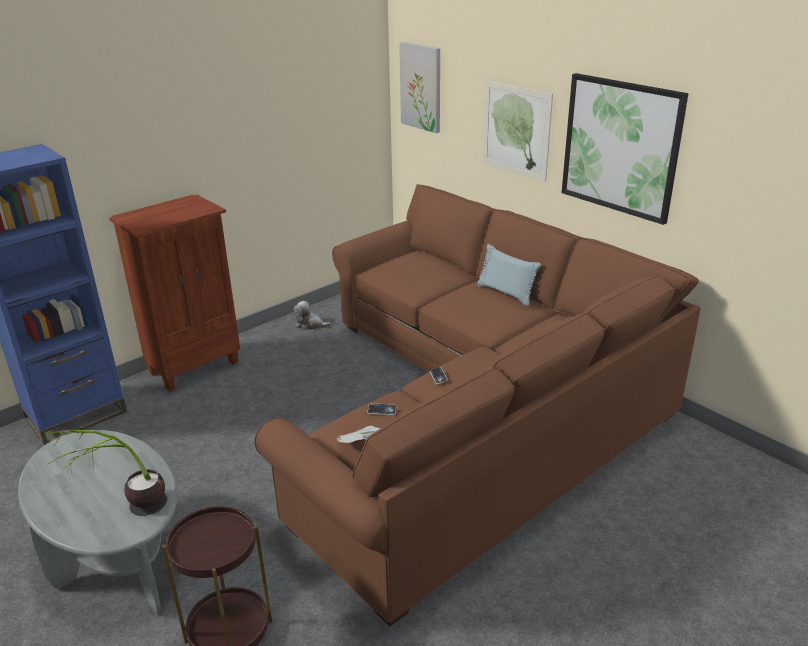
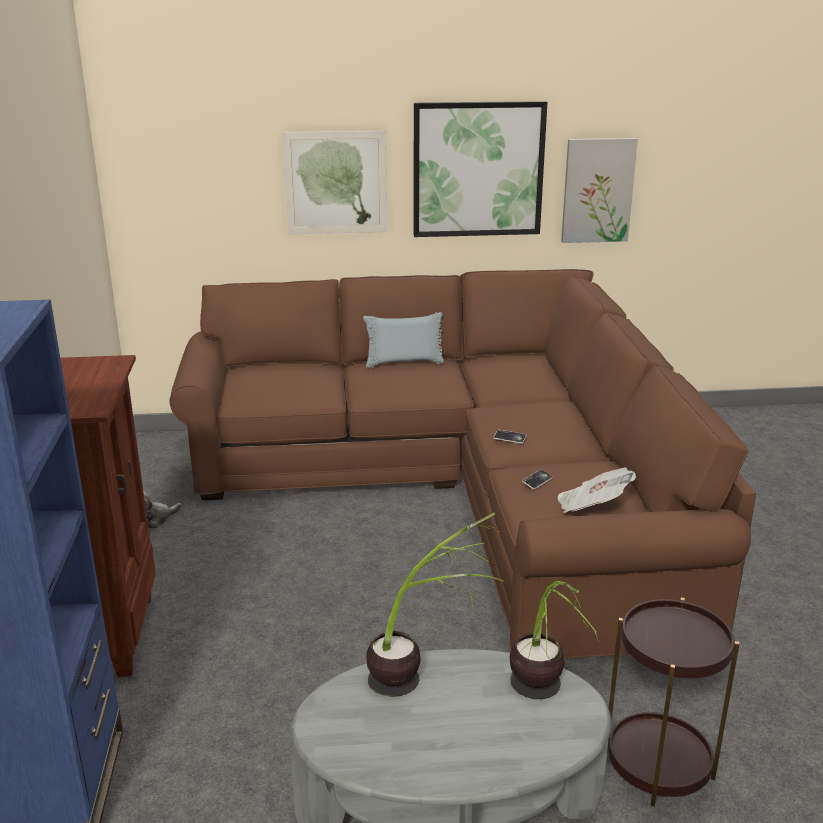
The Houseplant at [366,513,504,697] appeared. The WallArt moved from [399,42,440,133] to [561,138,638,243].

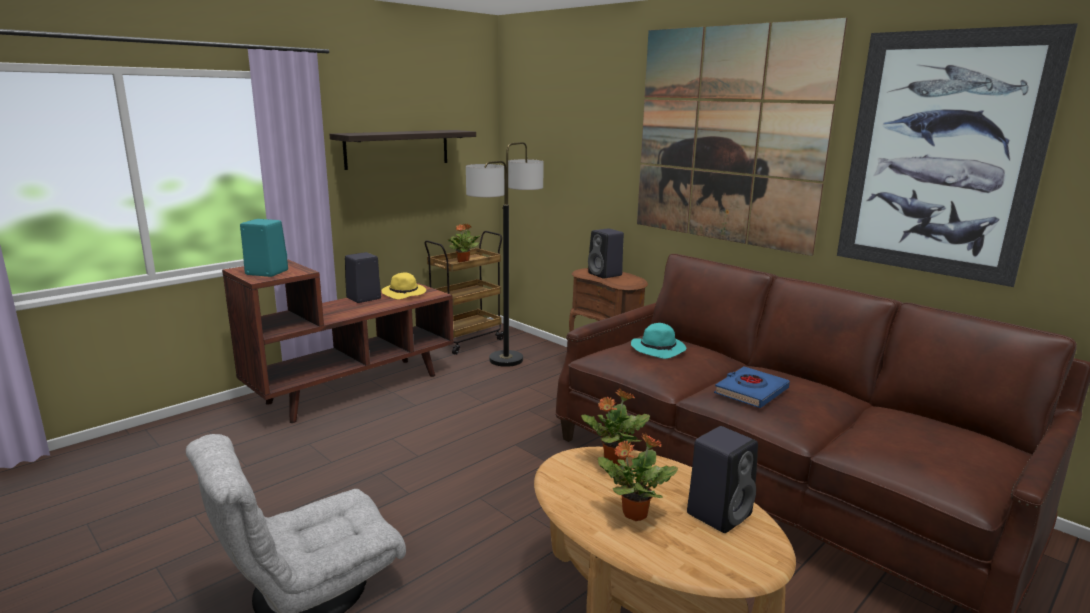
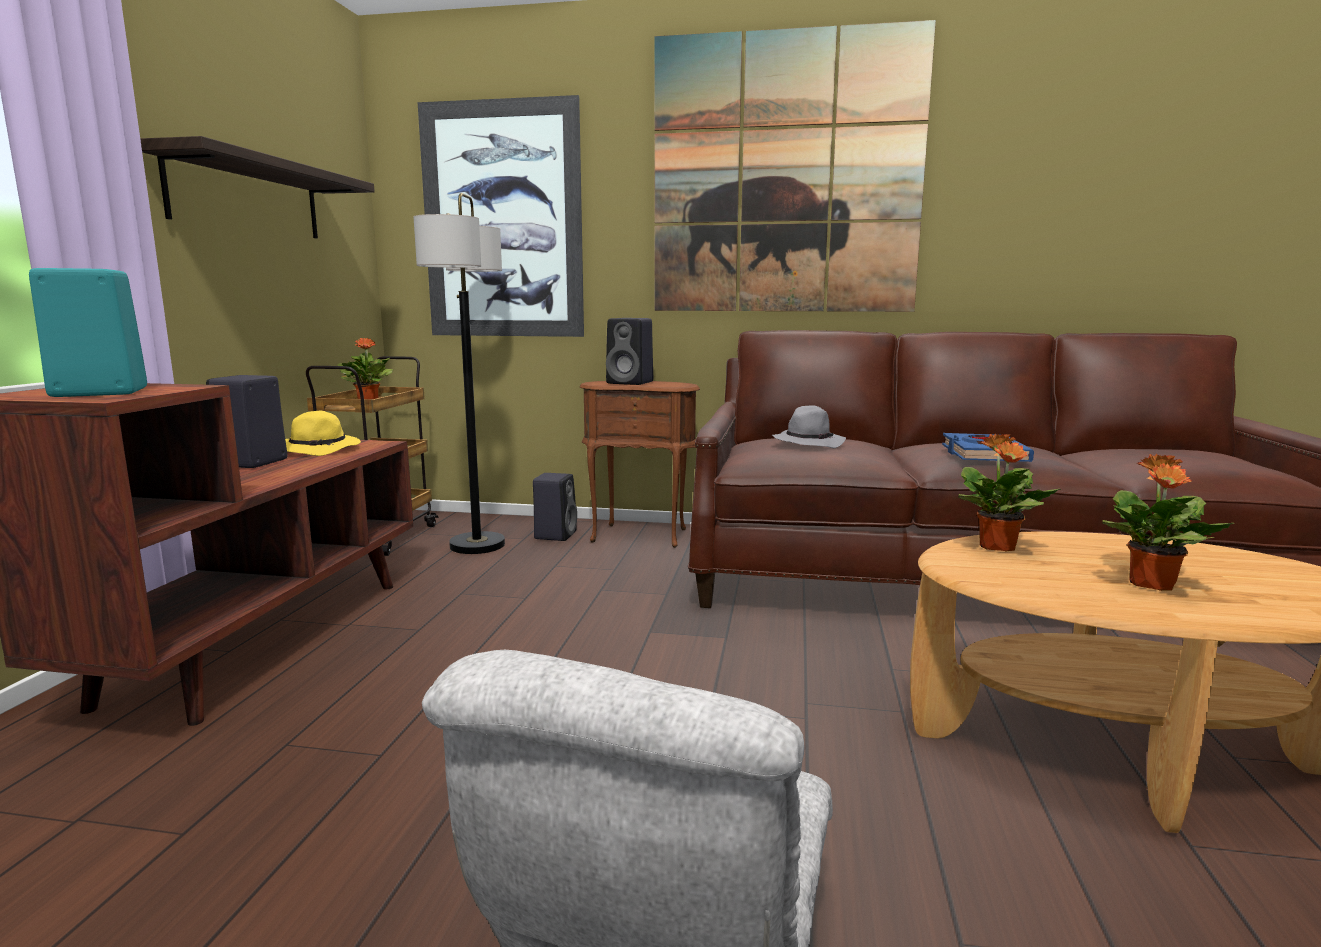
The BlackishSpeaker moved from [687,426,758,533] to [533,473,577,541]. The WallArt moved from [837,23,1078,287] to [418,95,584,337]. The BlueGreenWearableHat at [631,323,686,359] became the GrayWearableHat at [772,405,846,448].

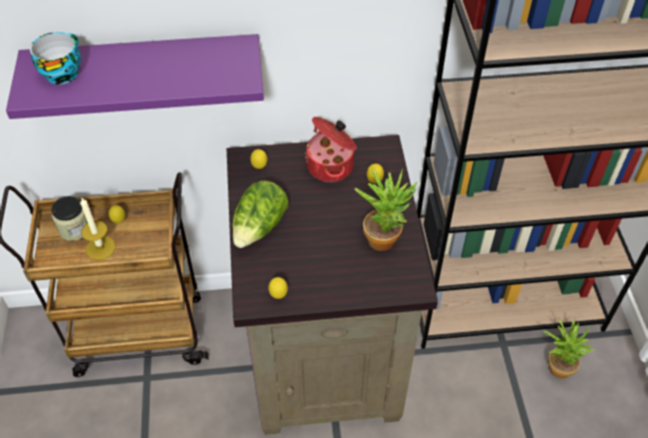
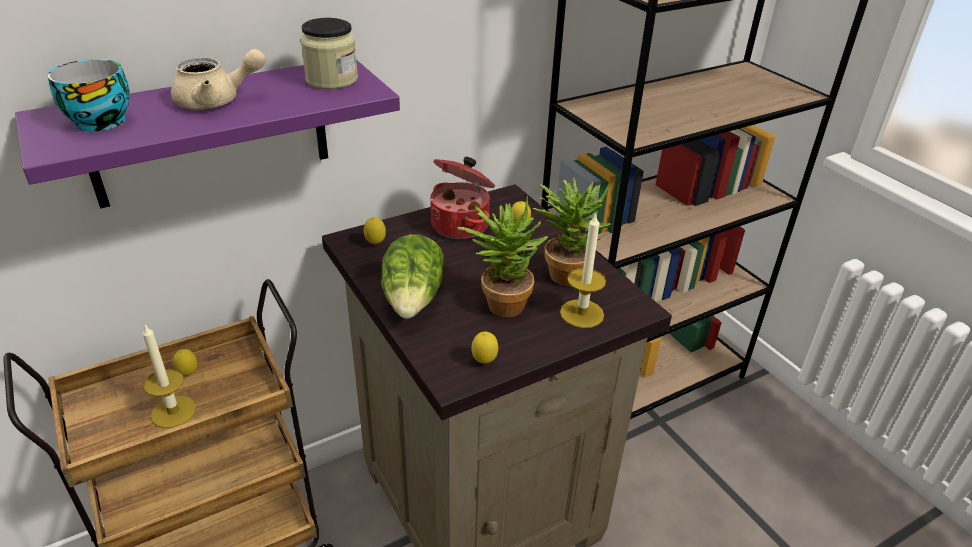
The BeigeTeapot at [171,49,266,110] appeared. The Candle at [560,213,606,328] appeared. The Jar moved from [52,196,88,241] to [301,18,358,90]. The Houseplant moved from [544,317,594,379] to [457,196,548,317].

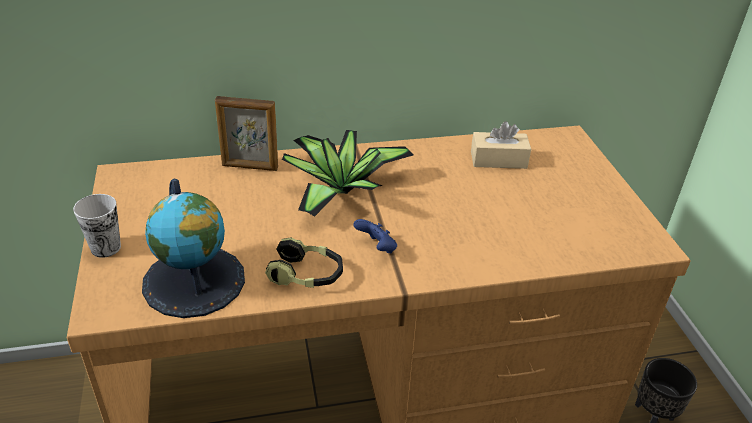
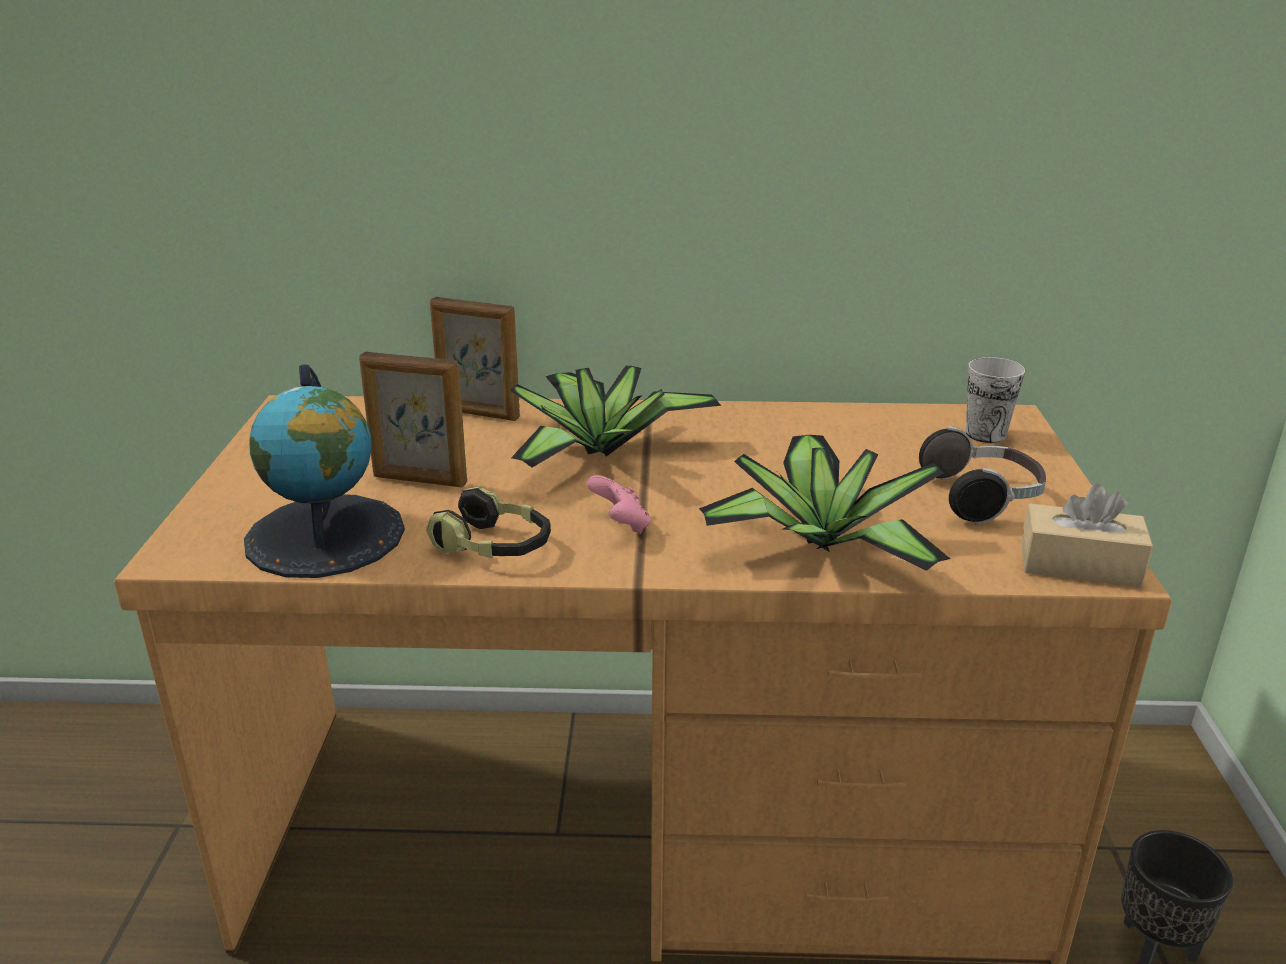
The PictureFrame at [359,351,467,488] appeared. The Houseplant at [699,435,950,571] appeared. The Headset at [919,426,1046,525] appeared. The Cup moved from [73,194,121,258] to [966,357,1025,443]. The BeigeTissueBox moved from [471,121,531,169] to [1021,483,1153,587]. The BluishJoypad at [353,219,397,253] became the PinkJoypad at [587,475,651,534].

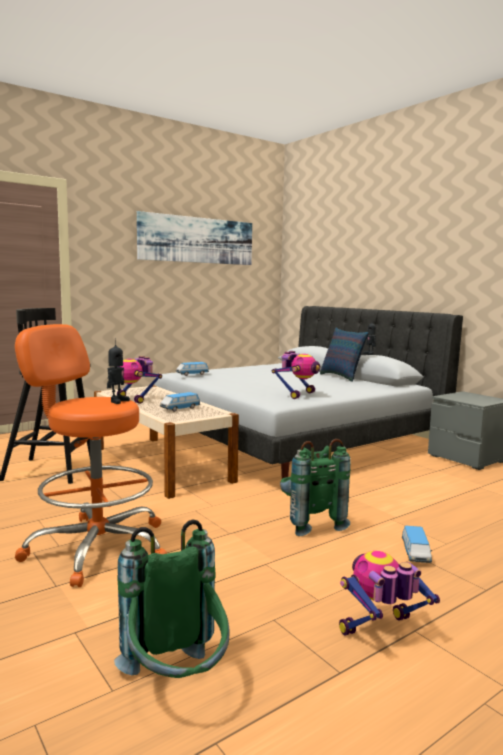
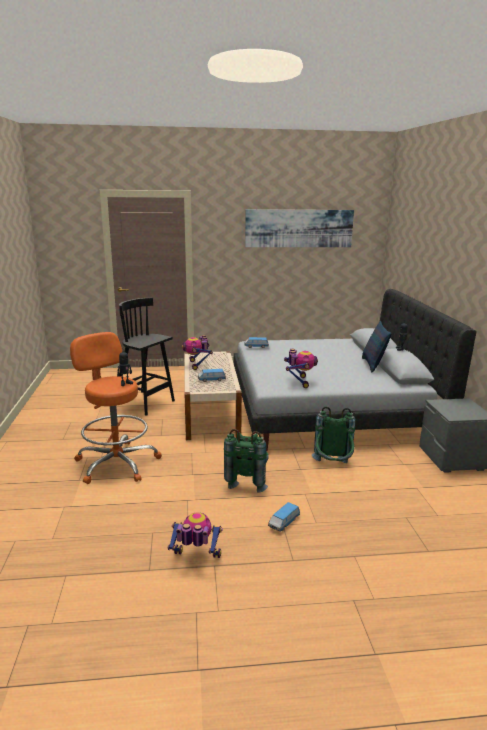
The GreenColouredRucksack moved from [114,519,229,678] to [312,406,355,463]. The RobotFigure at [272,351,320,399] turned 60 degrees counterclockwise.

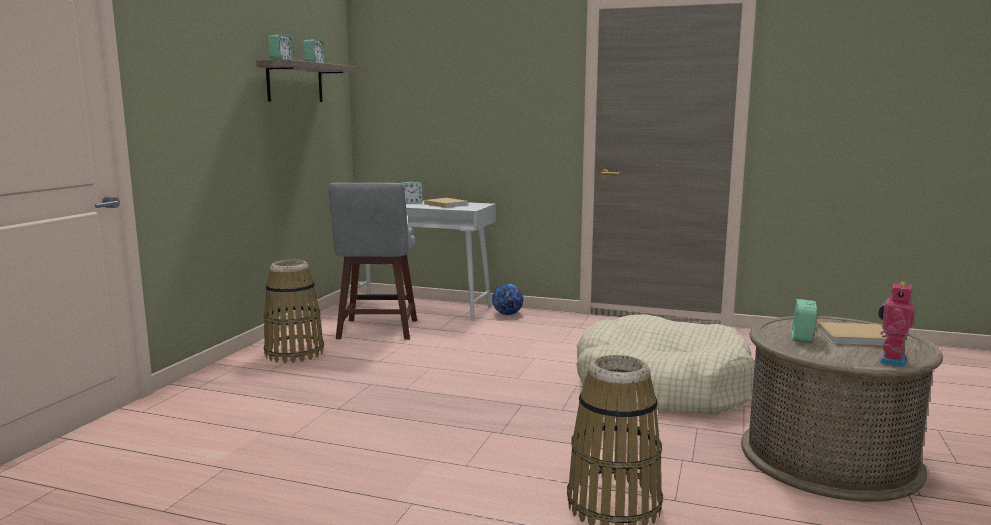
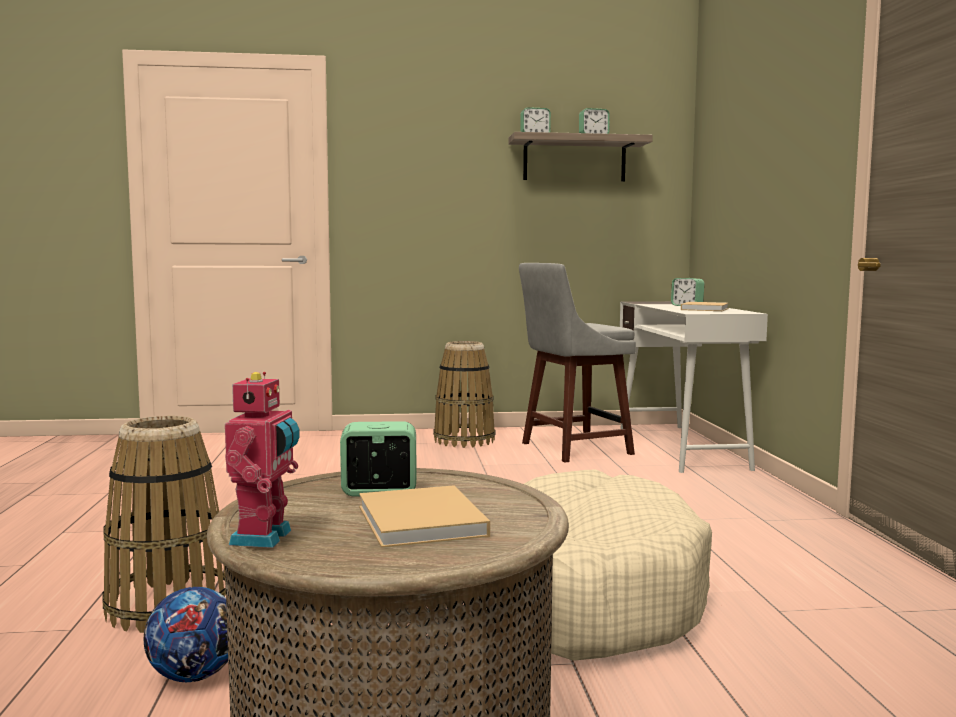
The BallForFootball moved from [492,284,524,315] to [144,587,228,682]. The RobotFigure at [878,281,915,367] turned 90 degrees clockwise.

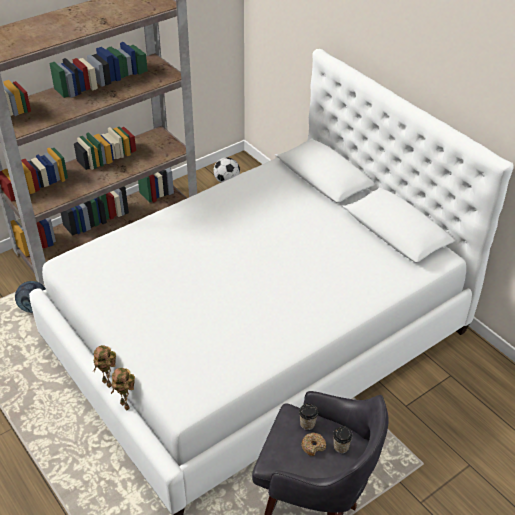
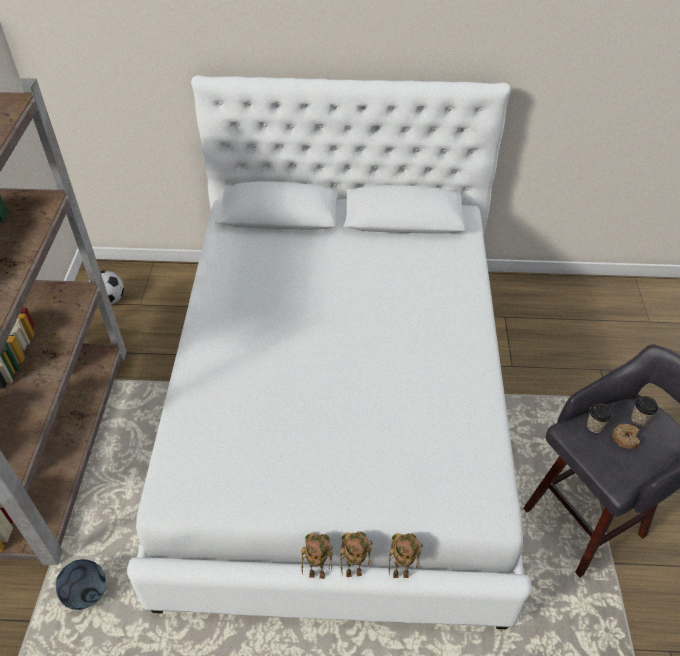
The RobotFigure at [301,533,333,579] appeared.

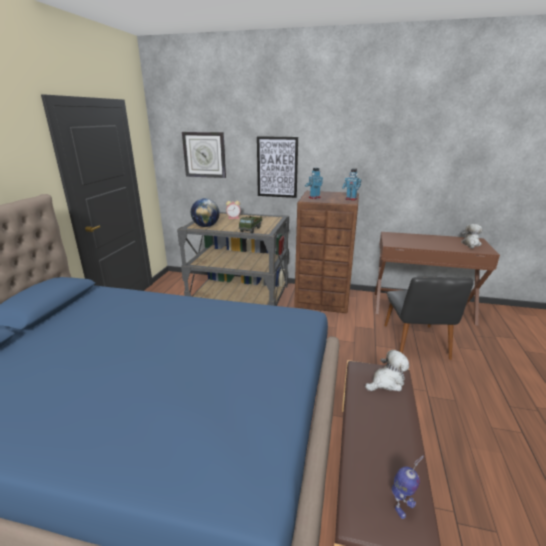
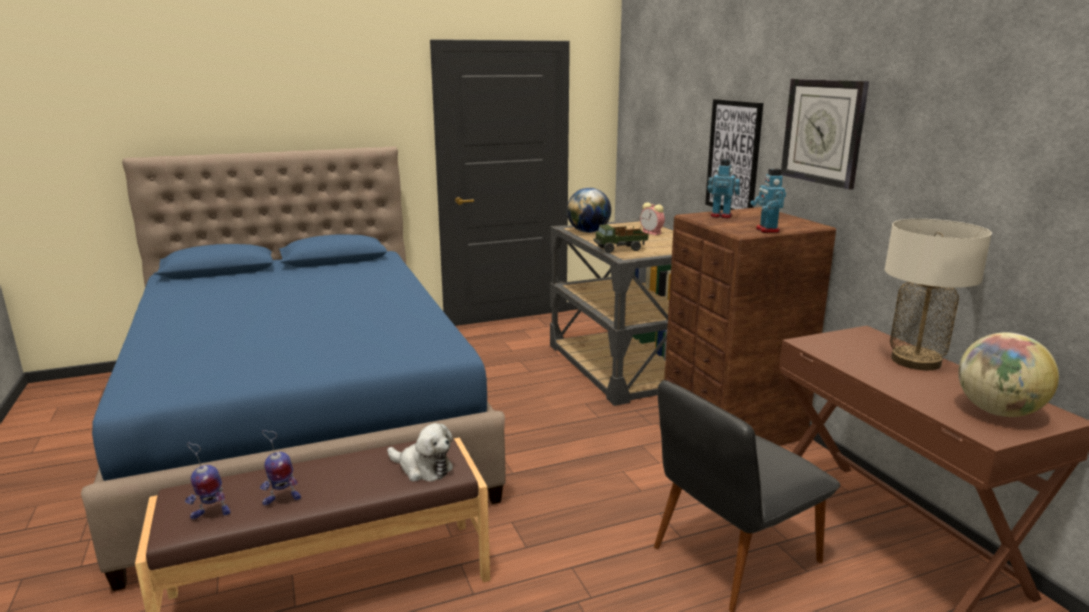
The RobotFigure at [260,430,301,506] appeared. The TableLamp at [885,219,992,370] appeared. The WallClock moved from [182,132,226,178] to [781,79,869,190]. The SoftToy at [461,224,483,249] was replaced by the WorldGlobe at [958,332,1059,417].

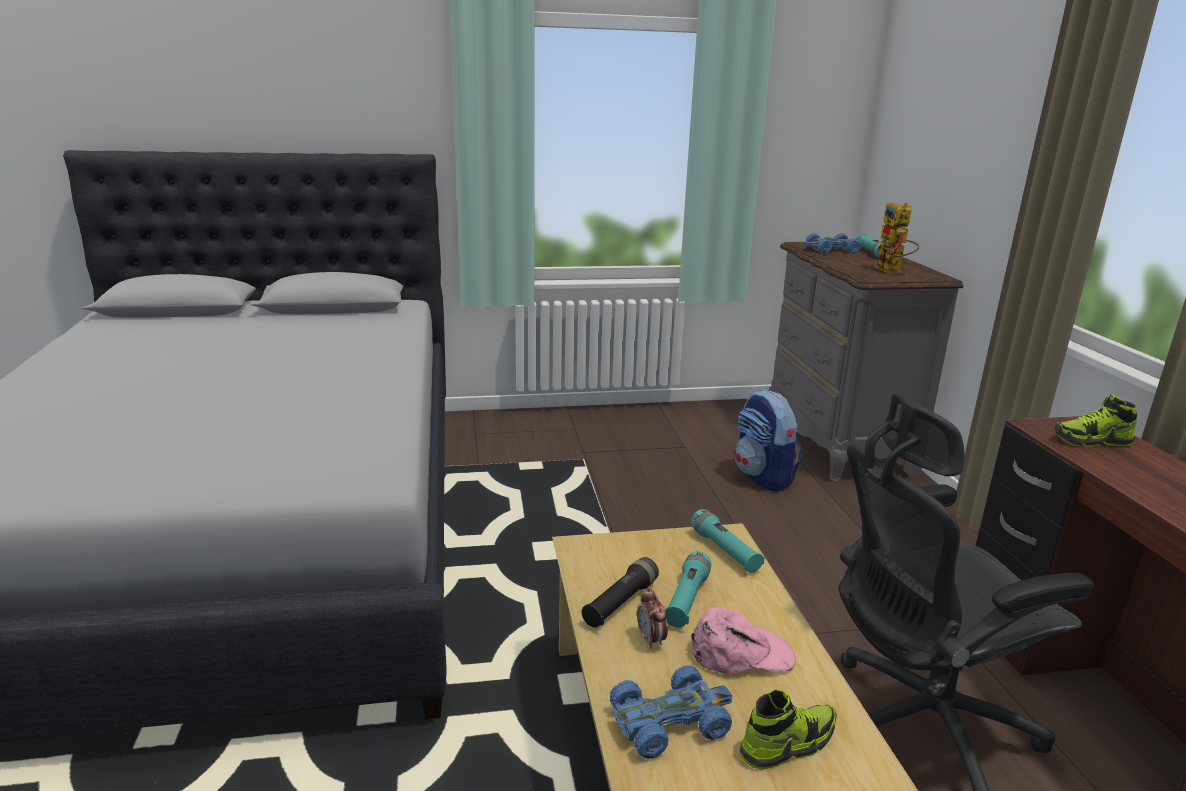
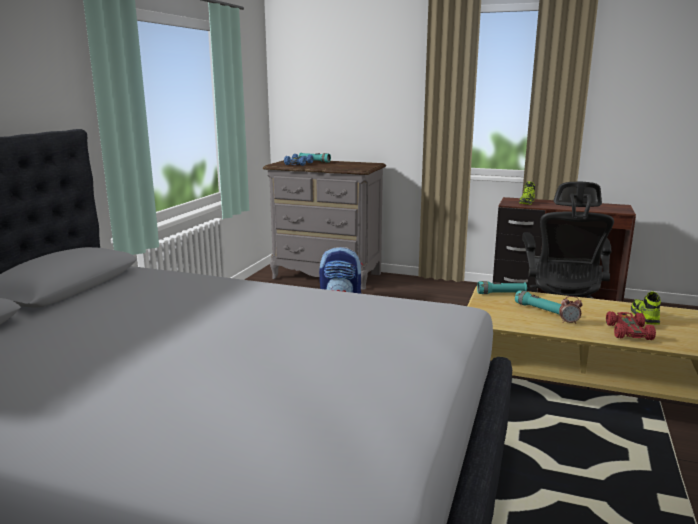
The BlackishFlashlight at [582,557,659,628] disappeared. The PinkBaseballCap at [691,607,796,674] disappeared. The RobotFigure at [875,202,919,272] disappeared. The BluishModelCar at [610,665,733,759] became the RedModelCar at [606,311,656,340].

